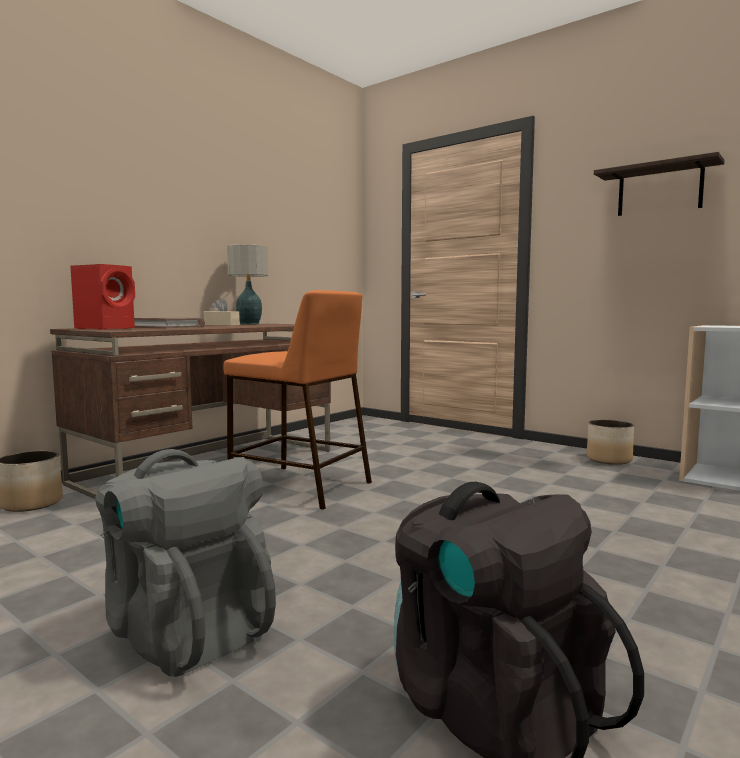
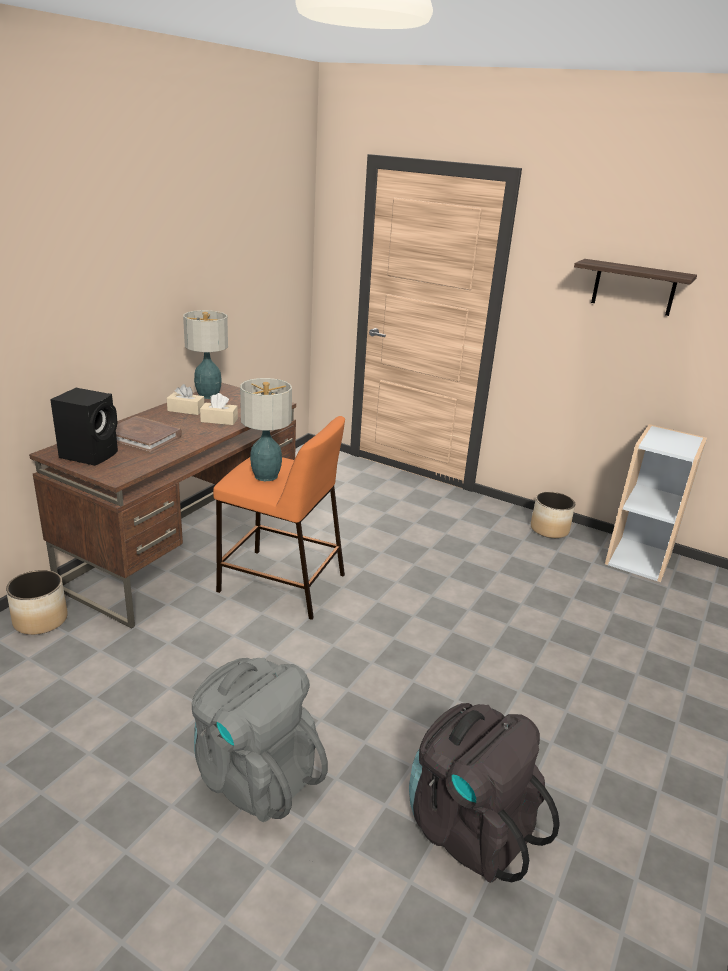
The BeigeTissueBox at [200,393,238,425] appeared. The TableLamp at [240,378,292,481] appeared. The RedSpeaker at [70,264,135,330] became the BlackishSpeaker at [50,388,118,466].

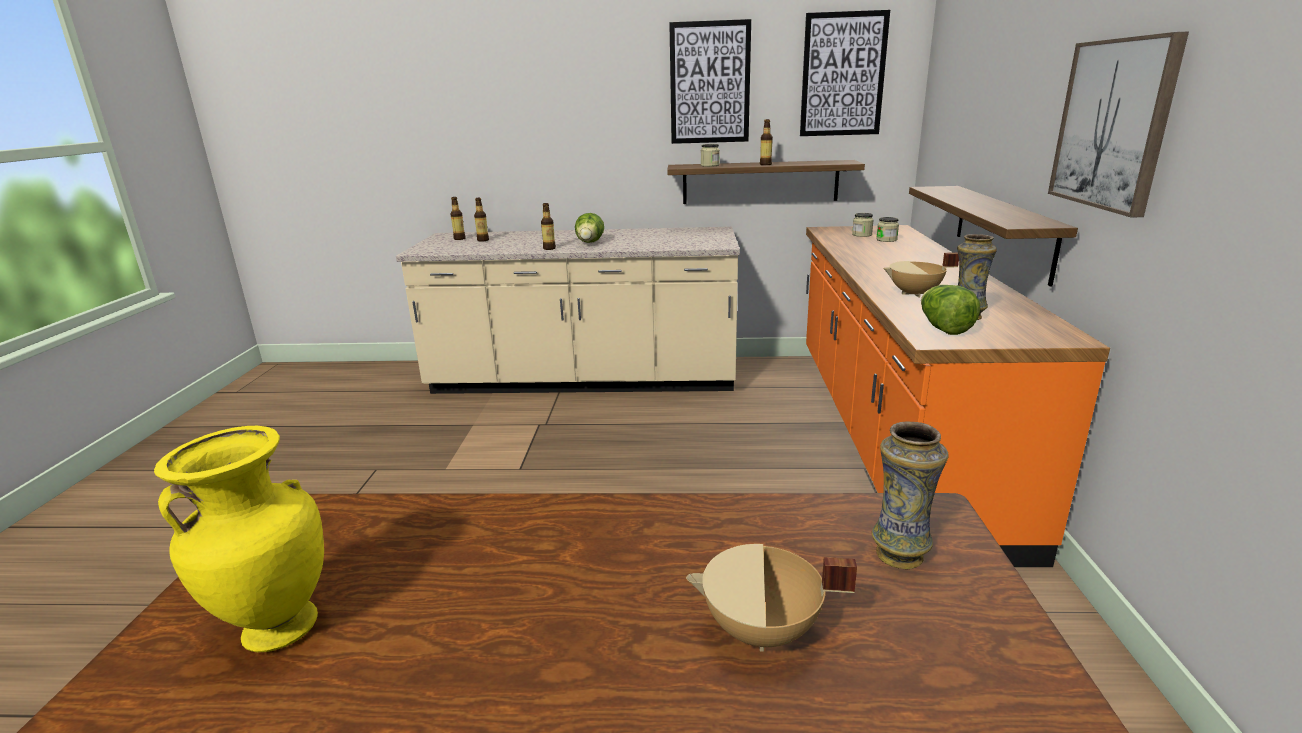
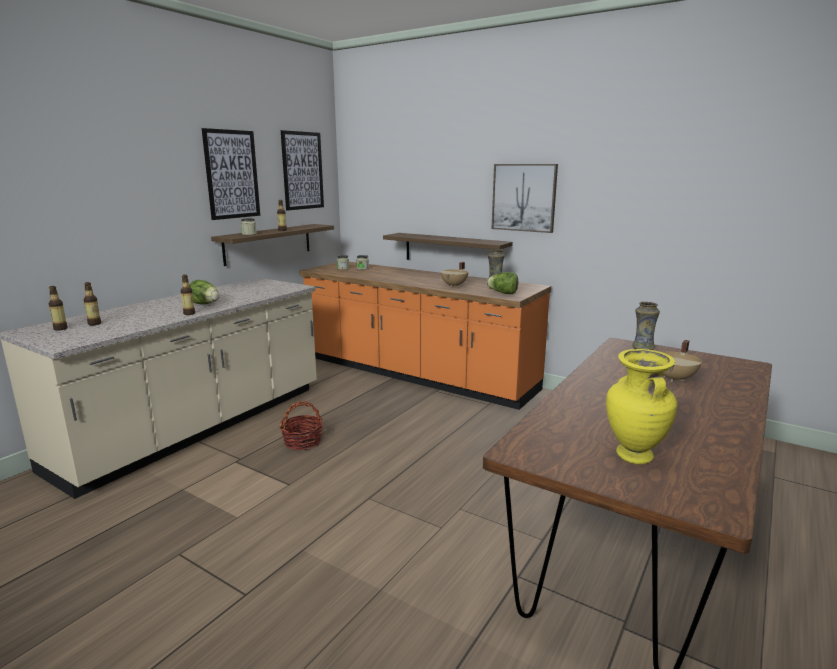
The Basket at [279,401,323,450] appeared.

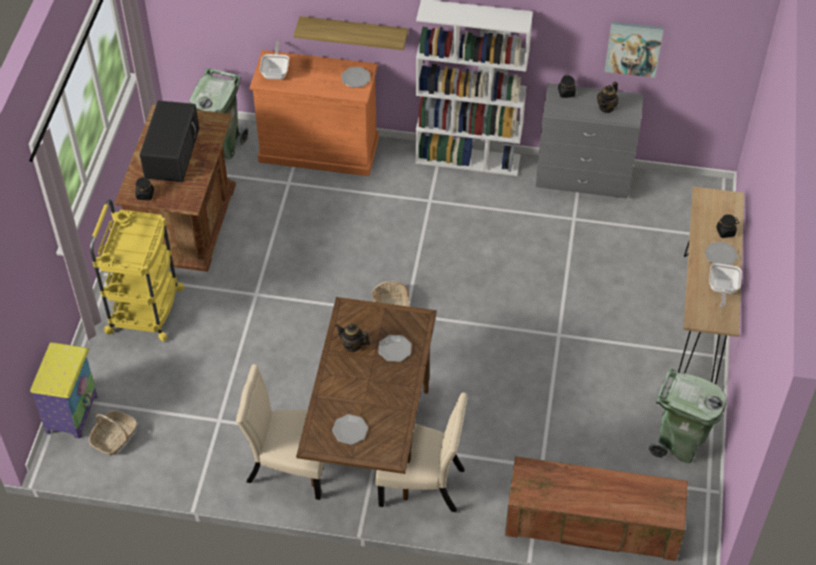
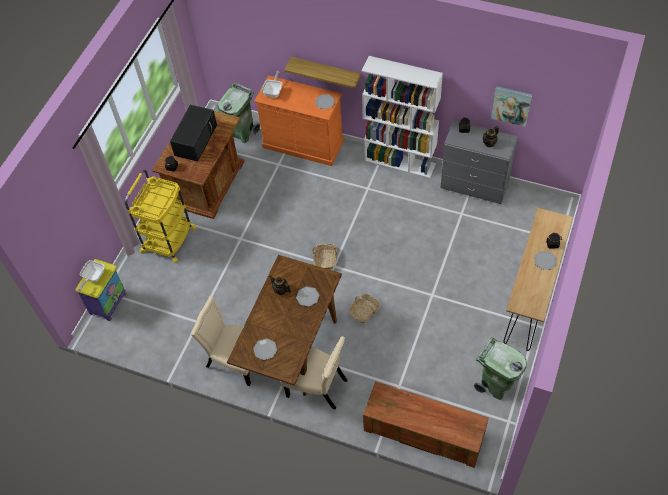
The Basket moved from [89,410,137,455] to [349,294,380,323]. The Skillet moved from [709,263,742,308] to [78,260,105,291].

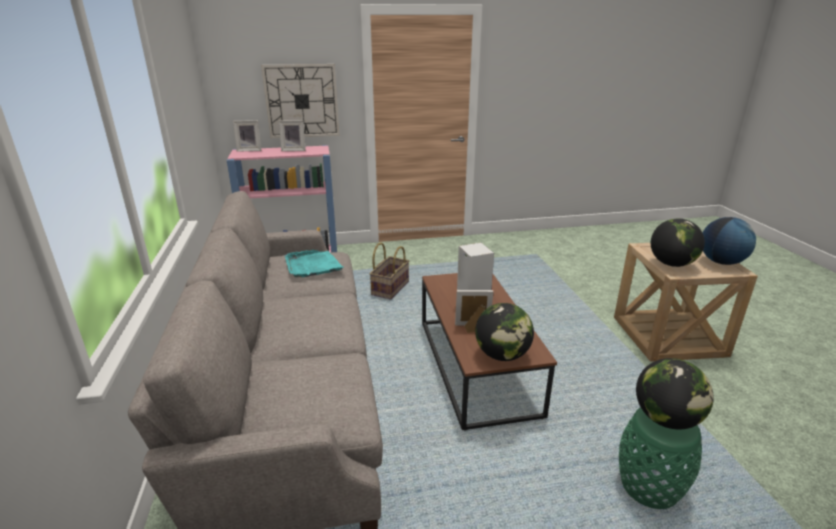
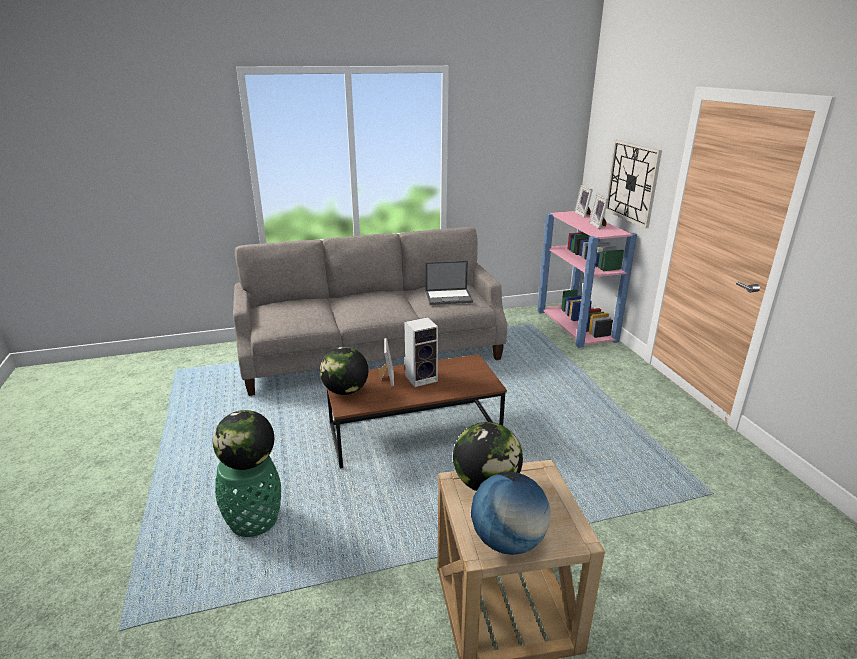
The Basket at [369,242,409,299] disappeared. The BlueGreenTray at [285,250,344,277] was replaced by the PortableComputer at [426,261,473,305].

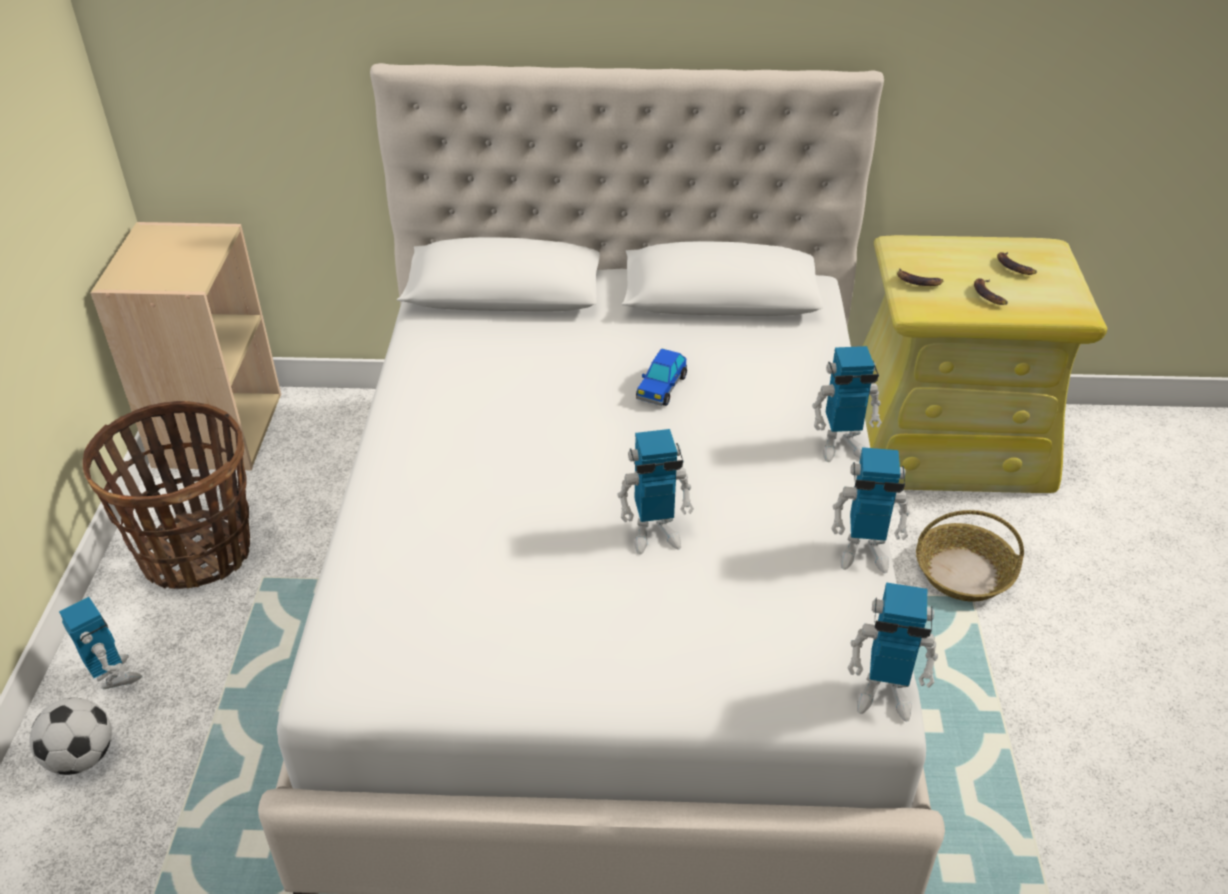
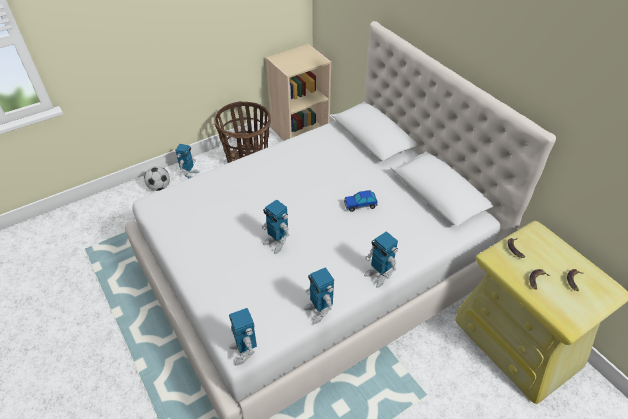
The Basket at [916,510,1024,602] disappeared.

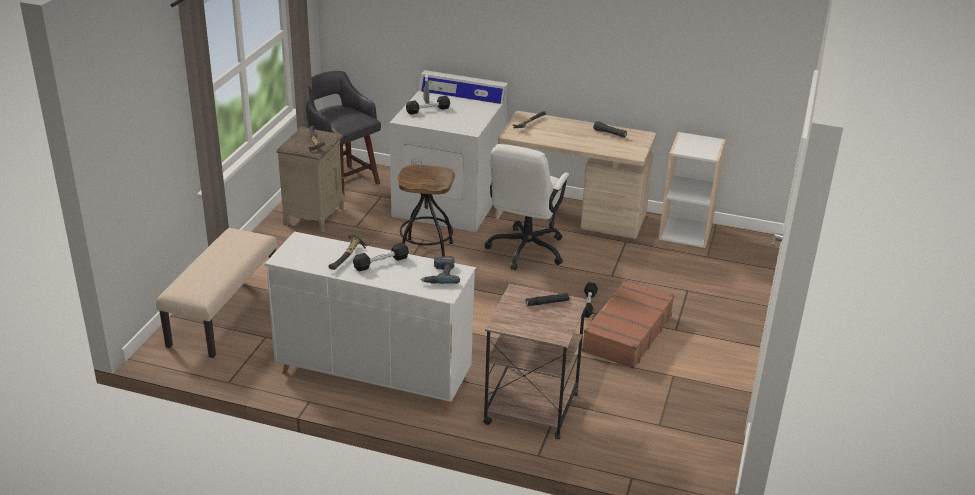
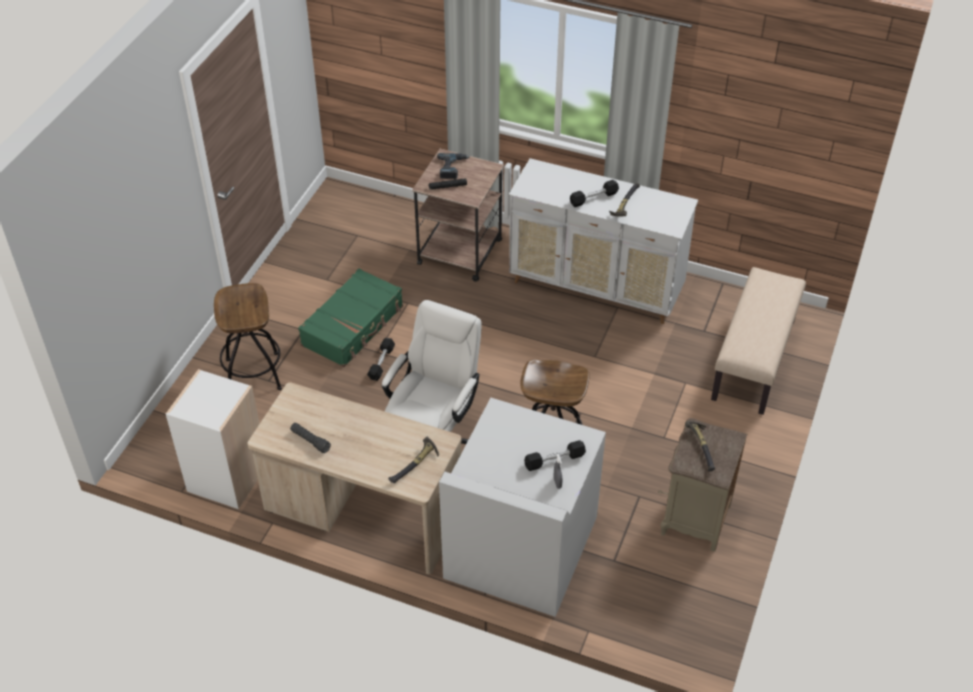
The GrayStoolSeat at [306,71,381,196] disappeared. The BrownStoolSeat at [214,283,282,390] appeared. The PowerDrill moved from [420,256,460,284] to [437,153,470,179]. The BrownSuitcase at [582,280,674,369] became the GreenColouredSuitcase at [298,268,403,367].

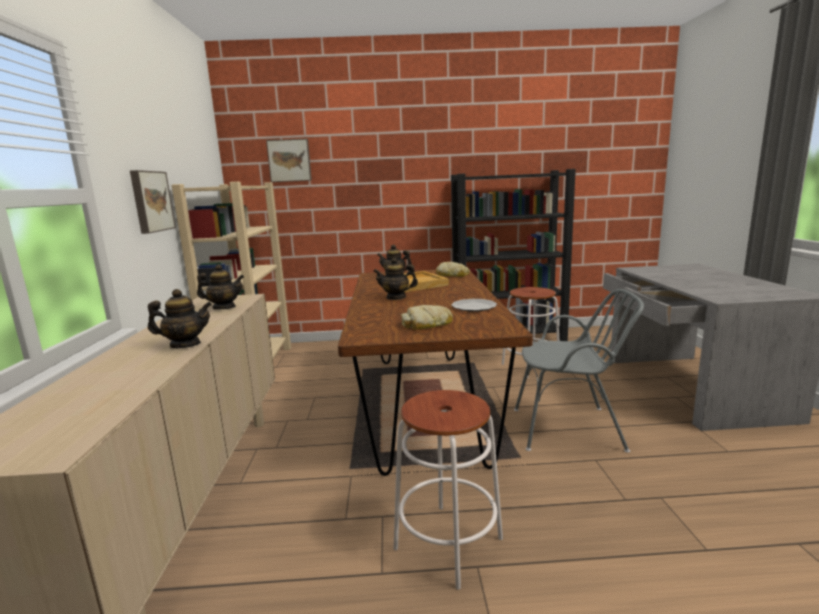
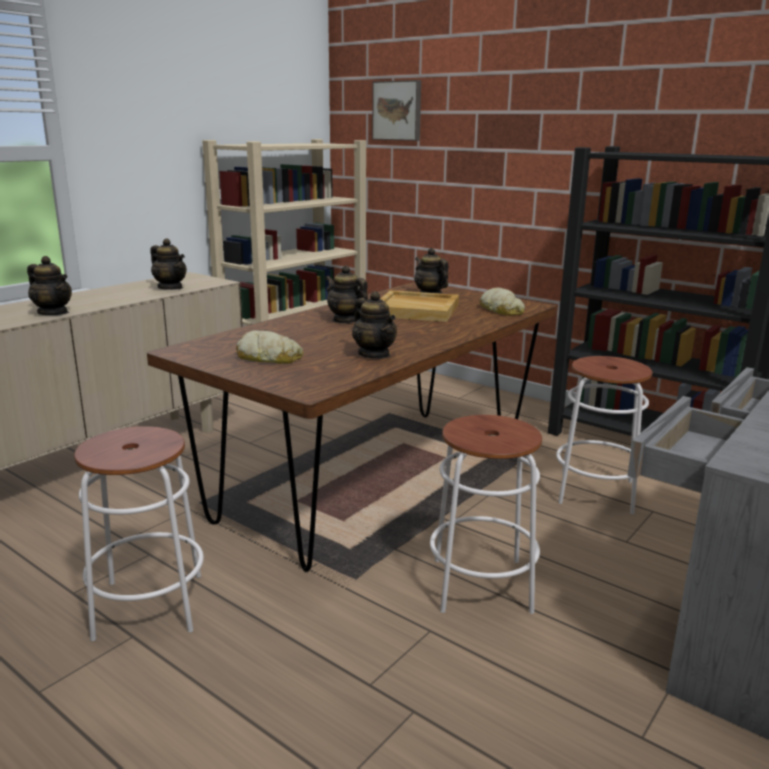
The WallArt at [130,170,176,234] disappeared. The FlatDish at [451,299,497,312] was replaced by the Teapot at [352,291,397,359]. The GrayUprightChair at [514,289,644,453] was replaced by the WhiteColouredStoolSeat at [430,415,542,614].

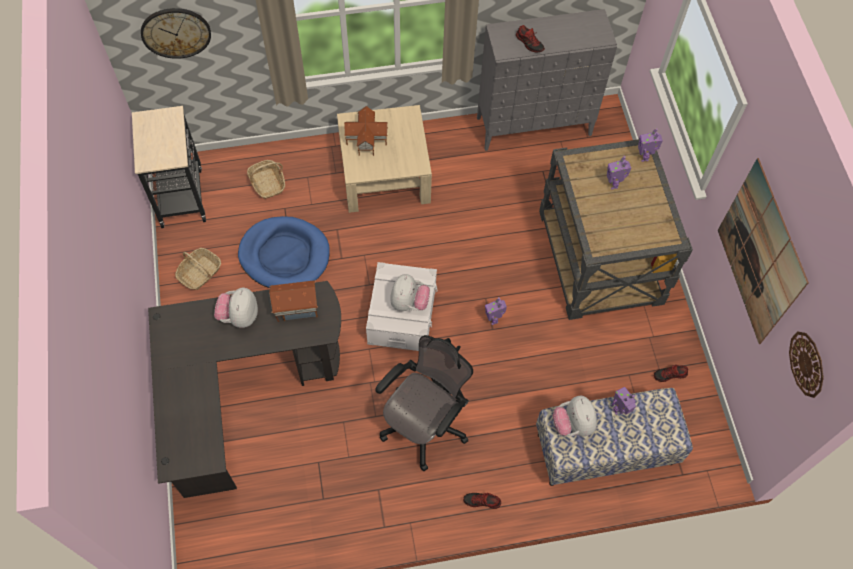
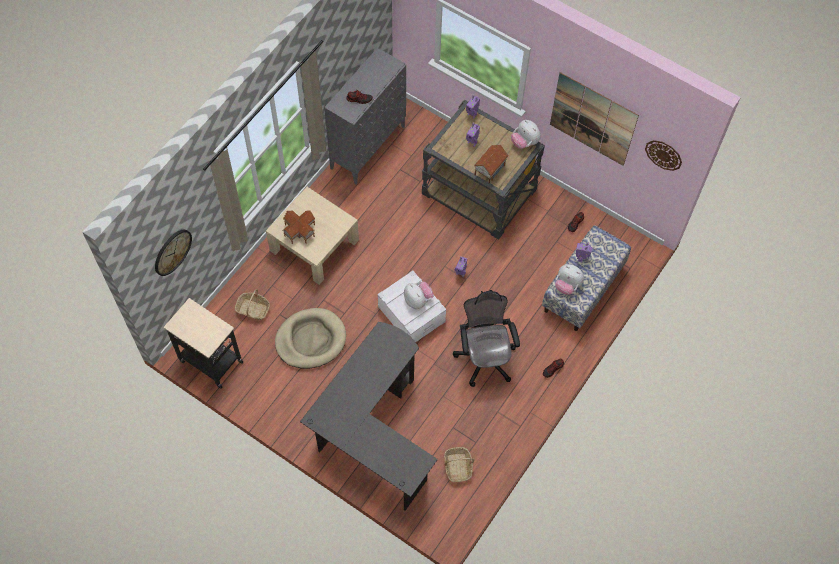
The Basket moved from [175,248,221,290] to [444,447,474,482]. The SoftToy moved from [214,288,258,328] to [511,120,541,149]. The ModelHouse moved from [269,280,318,322] to [474,145,508,184]. The BluishDogCushion at [238,216,330,288] became the BeigeDogCushion at [275,308,346,369].

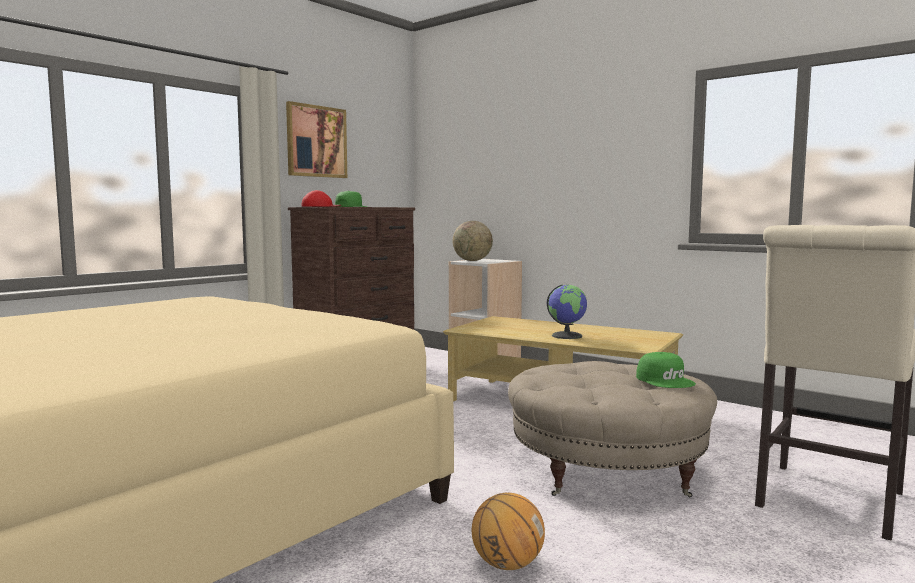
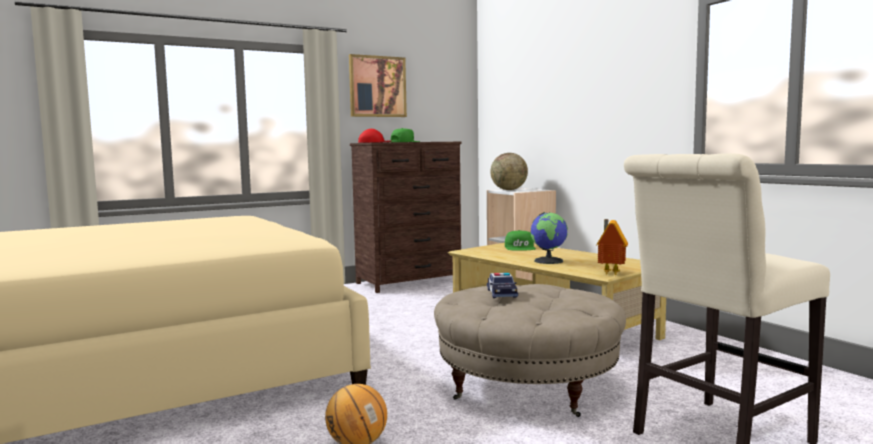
The ModelCar at [487,273,518,298] appeared. The ModelHouse at [596,219,628,276] appeared. The GreenColouredBaseballCap moved from [636,352,696,388] to [505,230,536,251].

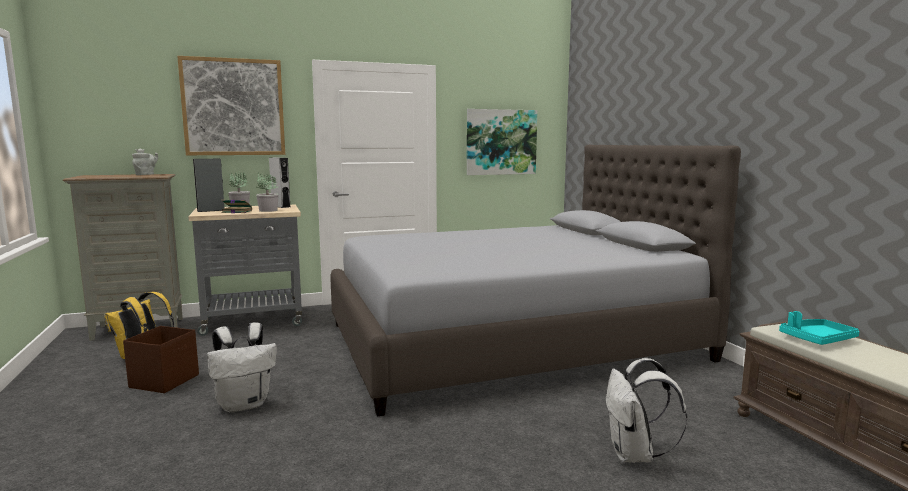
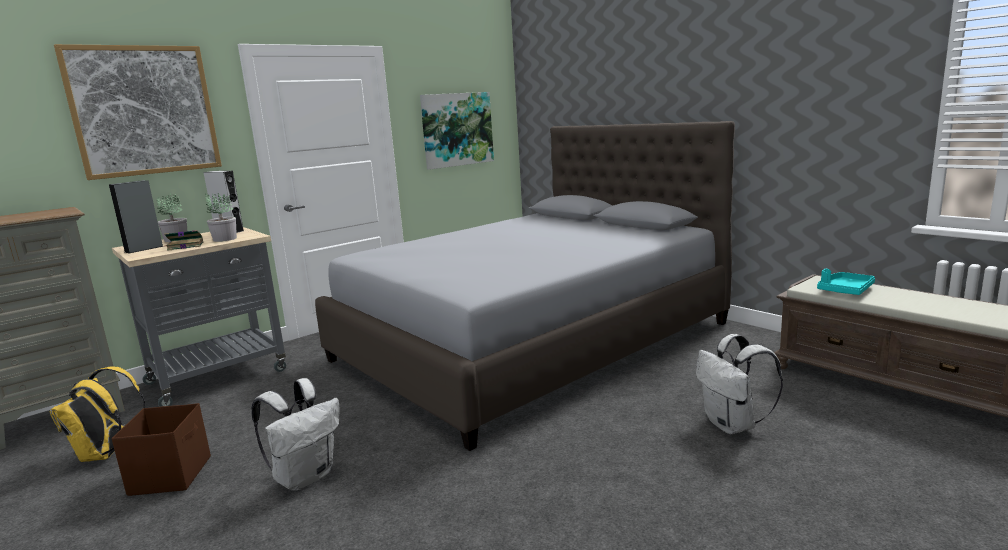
The GrayTeapot at [132,149,158,175] disappeared.

